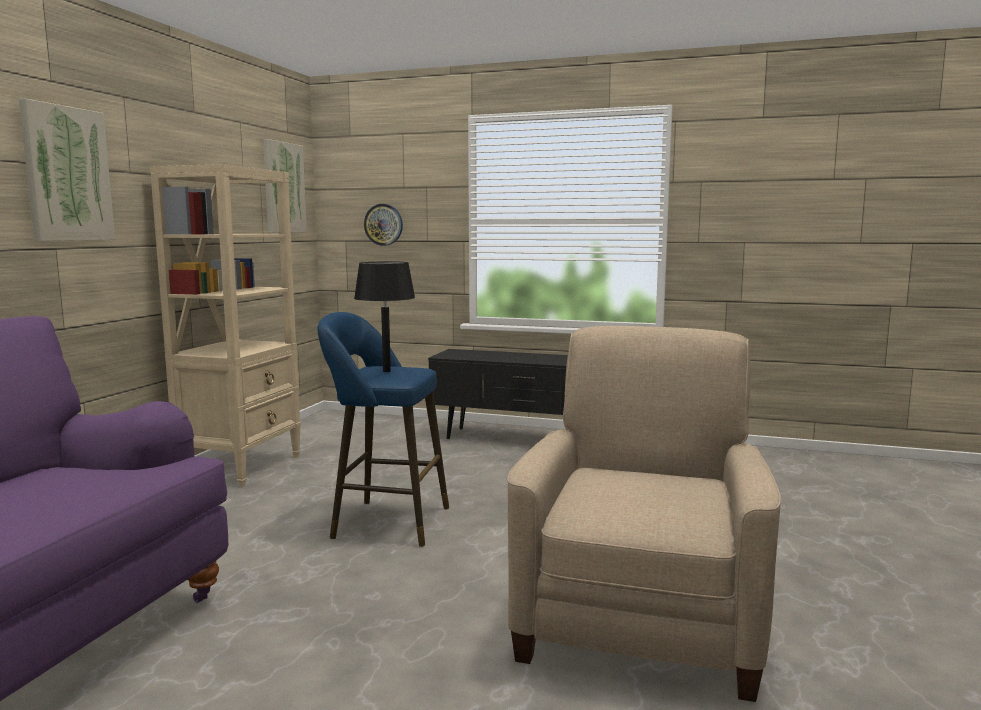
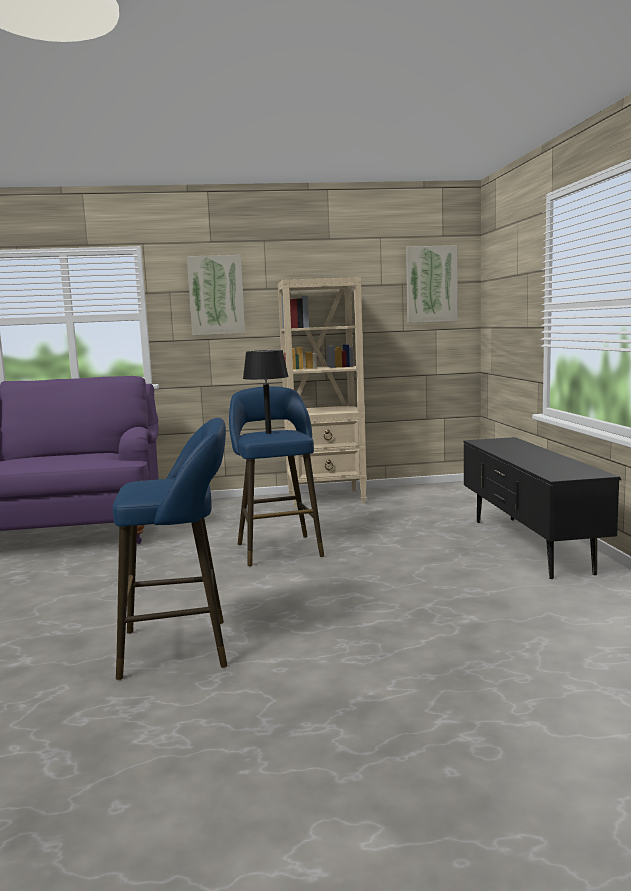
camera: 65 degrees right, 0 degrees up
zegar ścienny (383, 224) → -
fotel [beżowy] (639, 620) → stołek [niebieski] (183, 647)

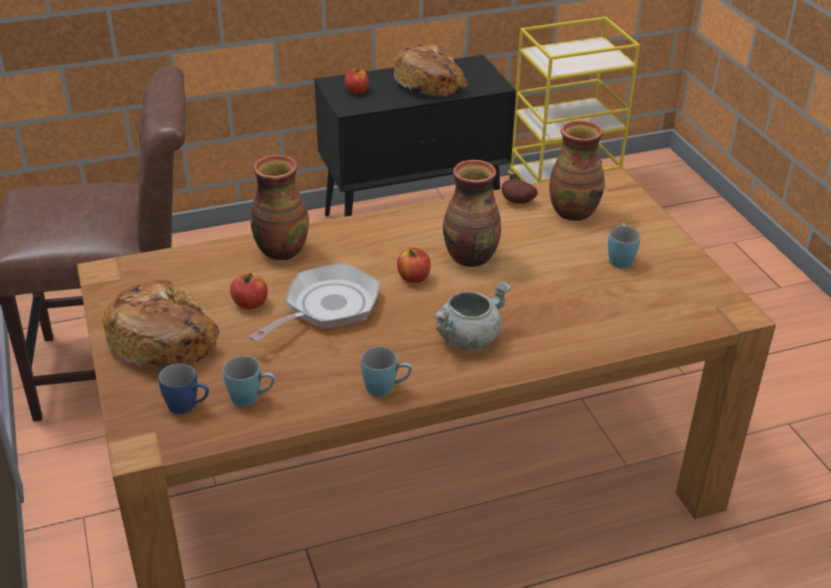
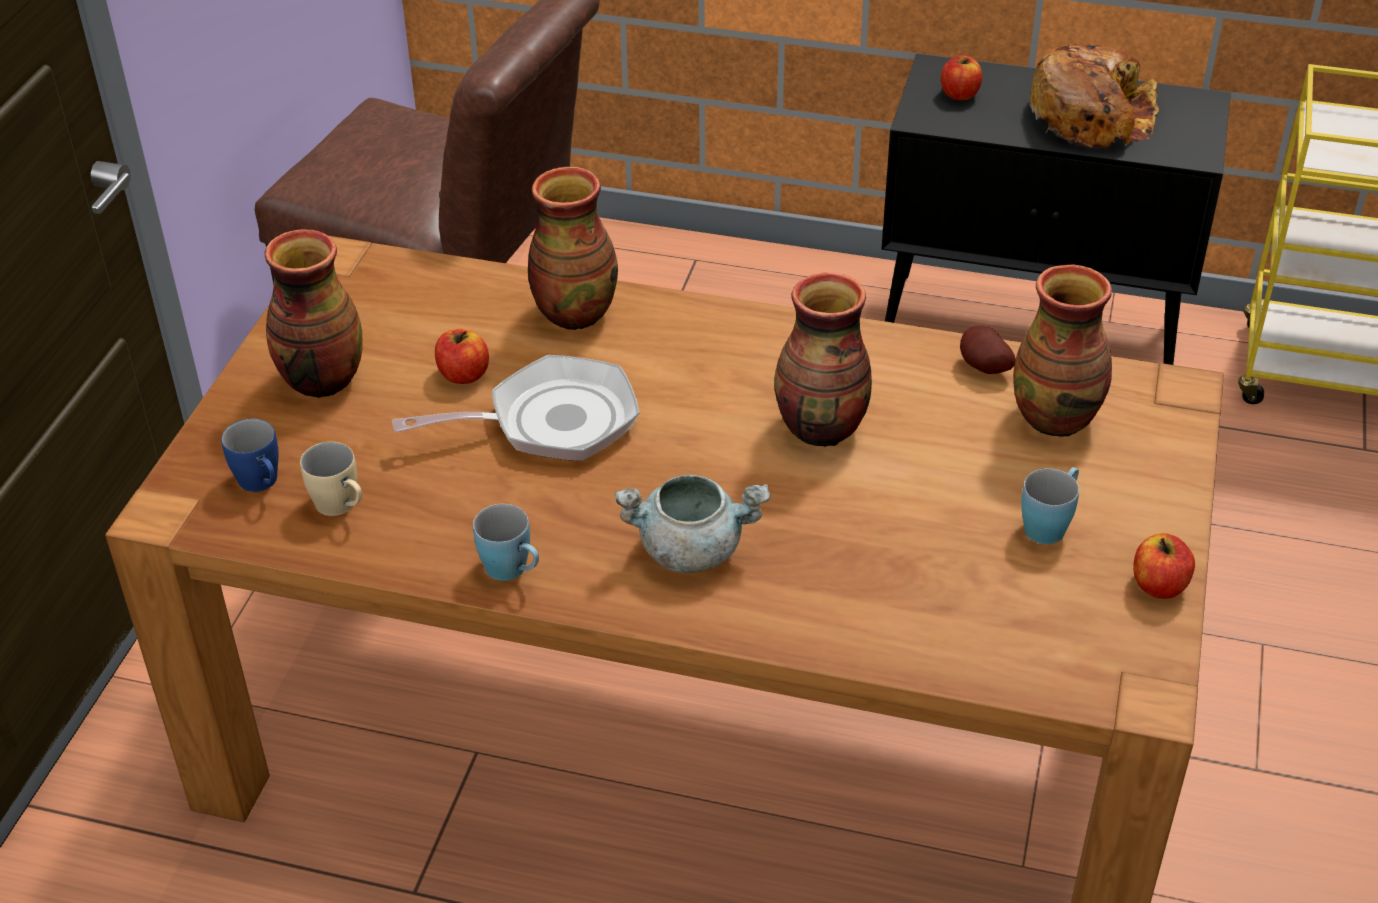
camera: 35 degrees right, 5 degrees up
chleb (165, 339) → wazon (320, 380)
kubek [niebieski] (252, 398) → kubek [beżowy] (342, 507)
jabłko (414, 278) → jabłko (1159, 585), relocated

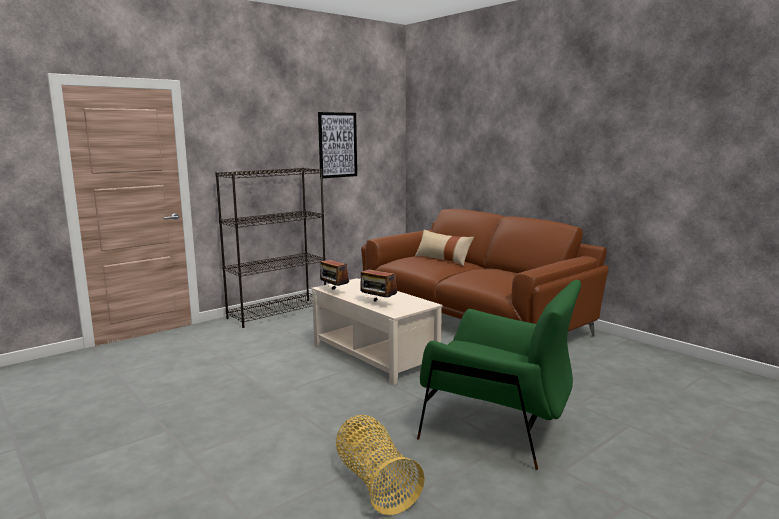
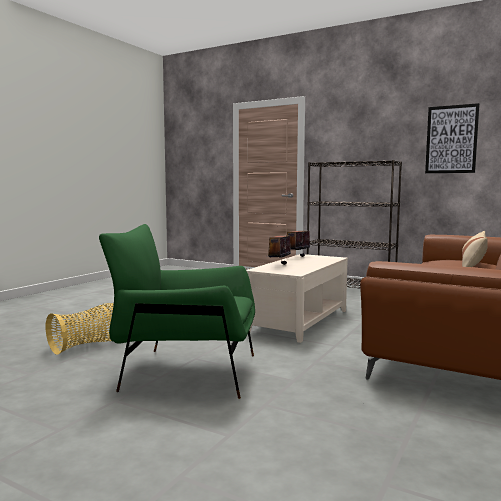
camera: 70 degrees right, 5 degrees down
fotel [zielony] (497, 428) → fotel [zielony] (186, 372), 90 degrees clockwise

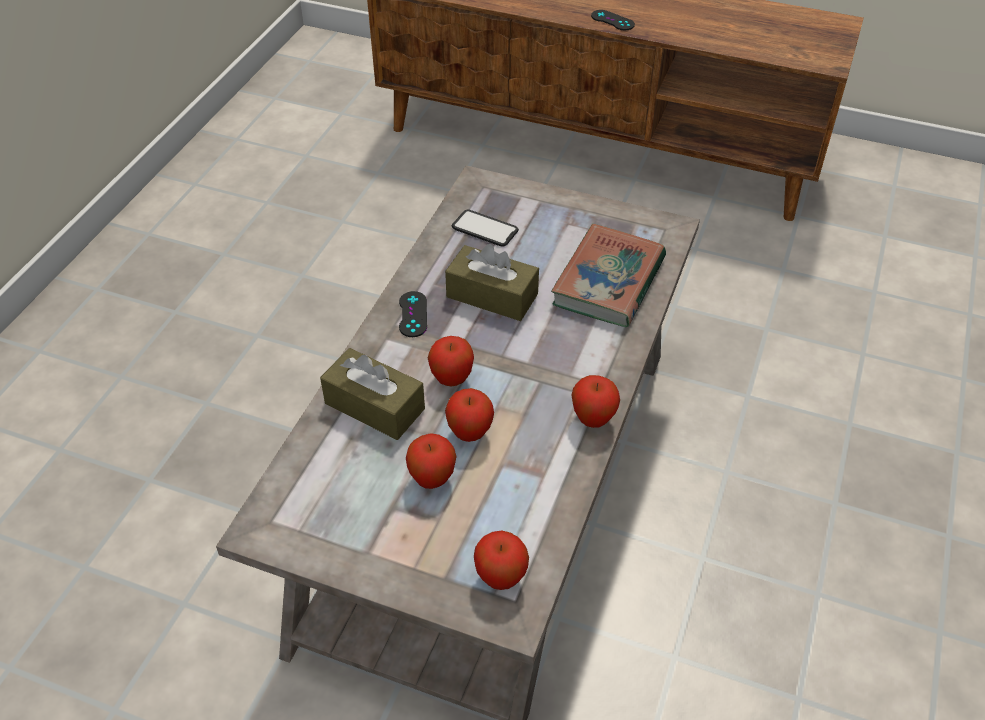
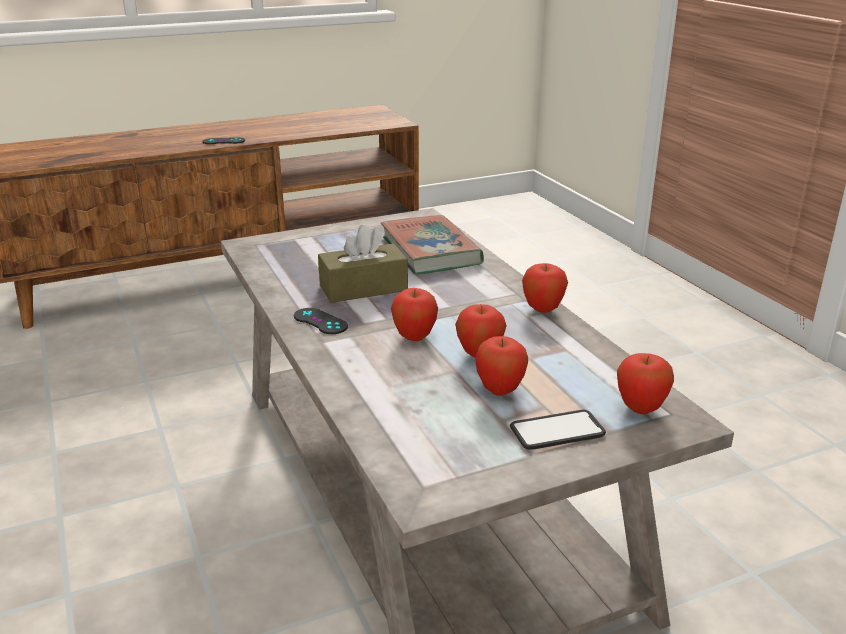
camera: 45 degrees left, 20 degrees down
pudełko chusteczek [brązowy] (374, 406) → -
telefon (485, 229) → telefon (557, 431), relocated

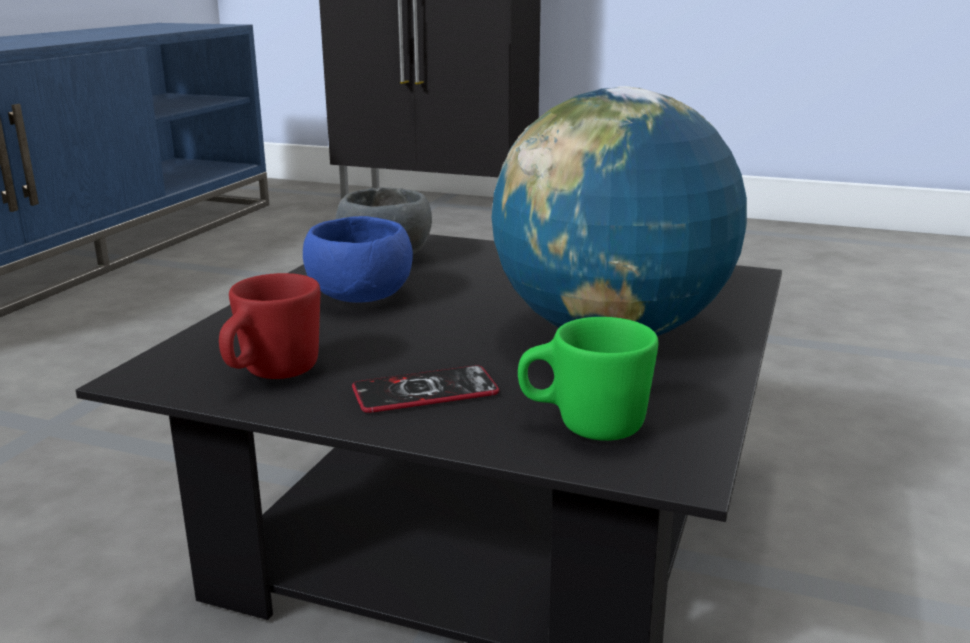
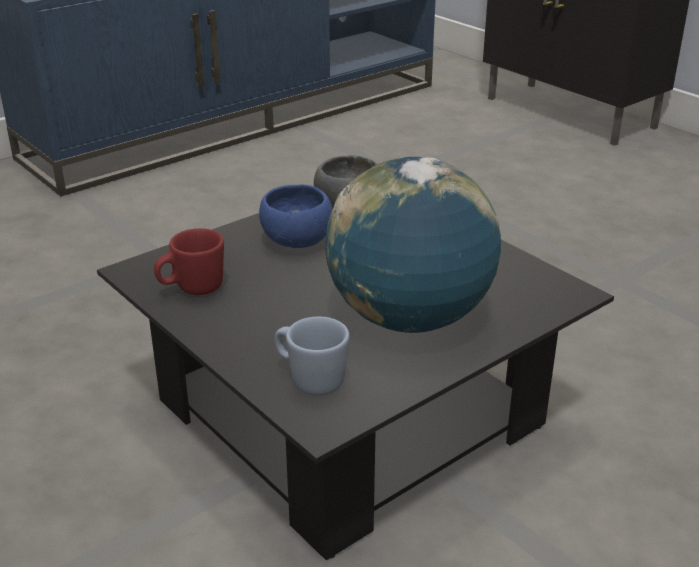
camera: 30 degrees right, 10 degrees up
telefon (425, 392) → -
kubek [zielony] (584, 426) → kubek [niebieski] (310, 380)

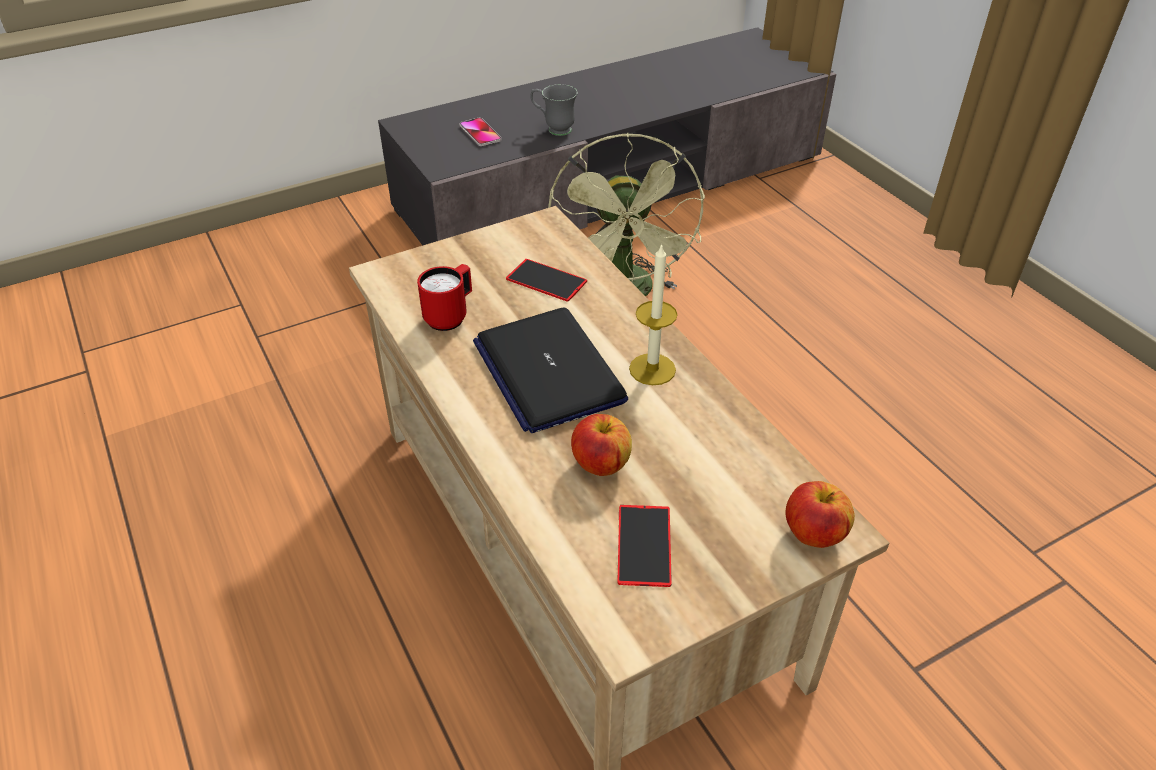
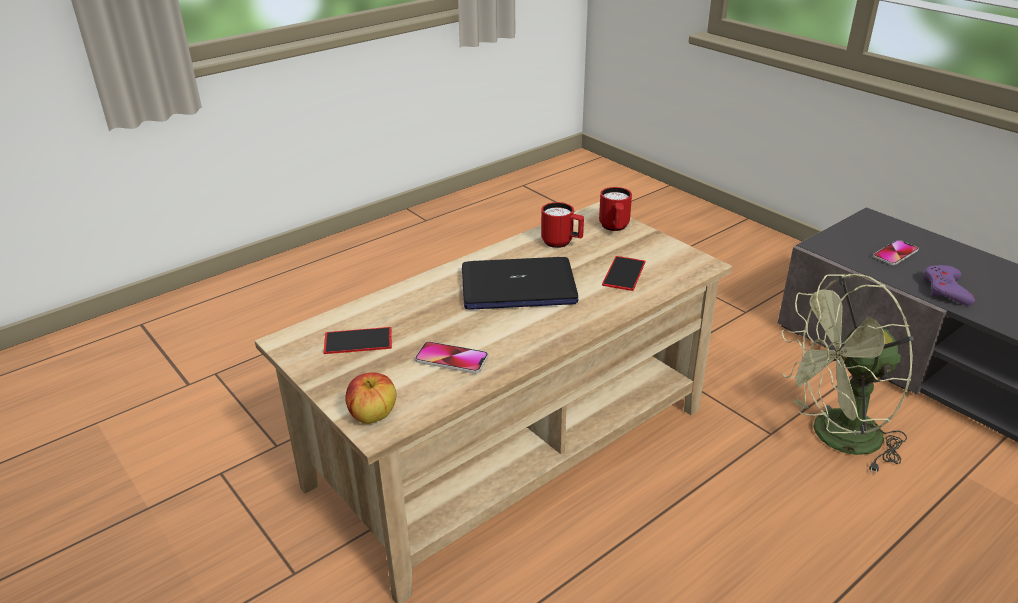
camera: 80 degrees right, 10 degrees down
laptop (548, 371) → laptop (517, 286), 150 degrees counterclockwise
kubek [szary] (554, 129) → pad do gier [fioletowy] (946, 289)
jabłko (600, 464) → -
świeca (652, 369) → -
- → telefon (451, 359)
- → kubek [czerwony] (614, 228)

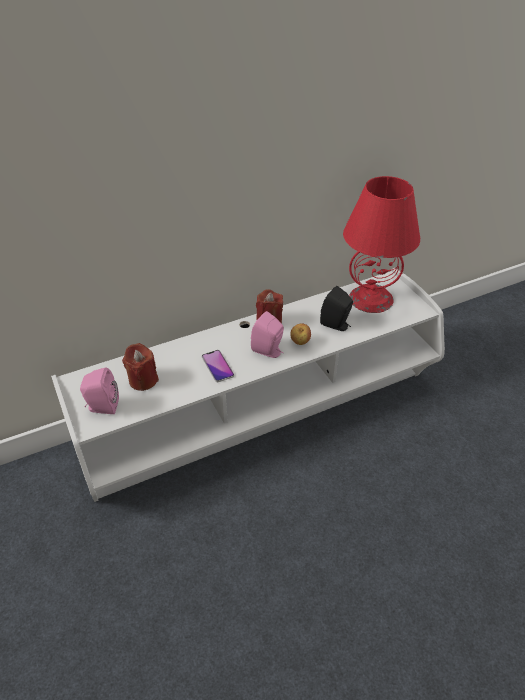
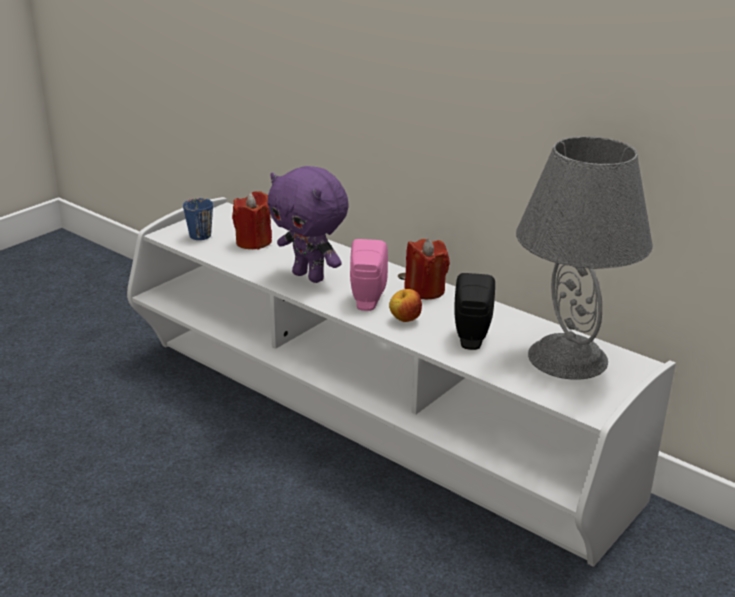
camera: 65 degrees right, 15 degrees down
głośnik [różowy] (102, 407) → kubek [niebieski] (198, 233)
telefon (217, 366) → pluszak [fioletowy] (310, 276)
lampa stołowa [czerwony] (371, 298) → lampa stołowa [szary] (569, 358)

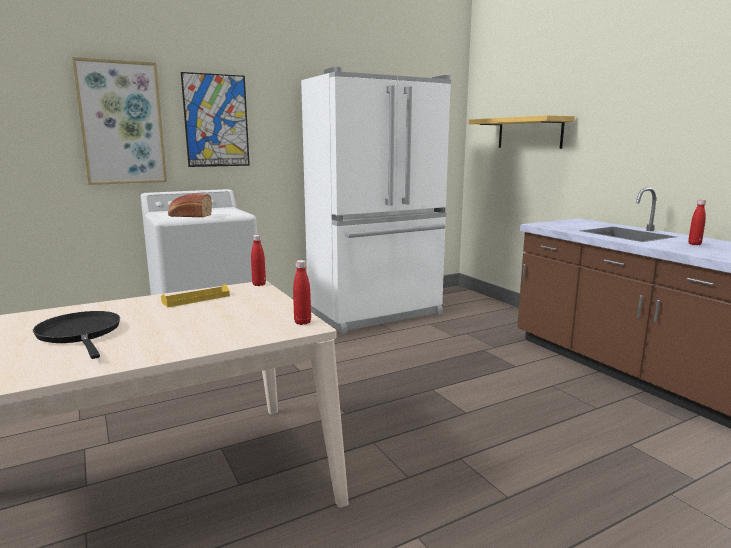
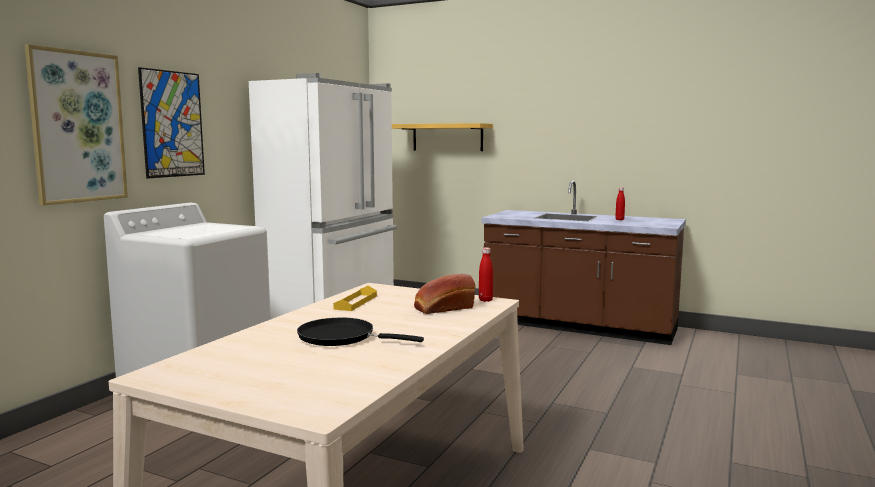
camera: 35 degrees left, 5 degrees down
chleb (189, 216) → chleb (443, 308), relocated
butelka [czerwony] (259, 284) → -

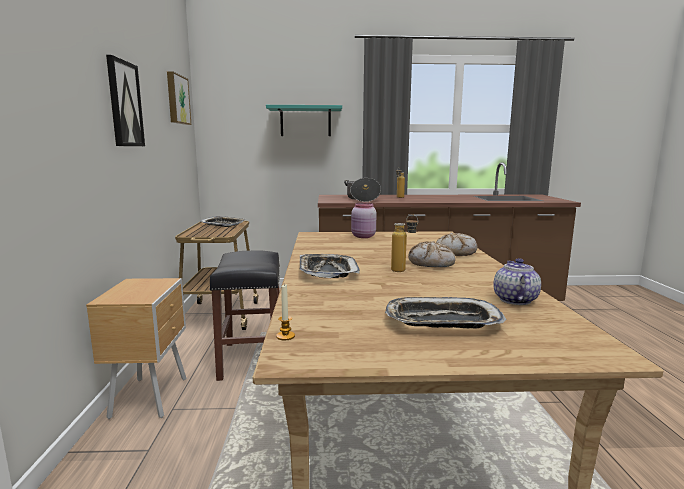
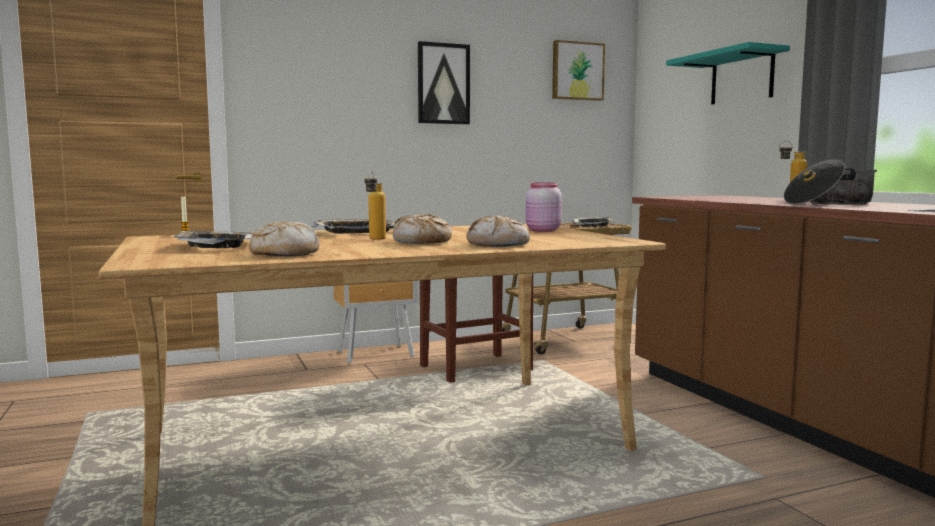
camera: 70 degrees right, 5 degrees down
garnek (362, 199) → garnek (828, 203), relocated
imbryk (514, 300) → chleb (284, 254)

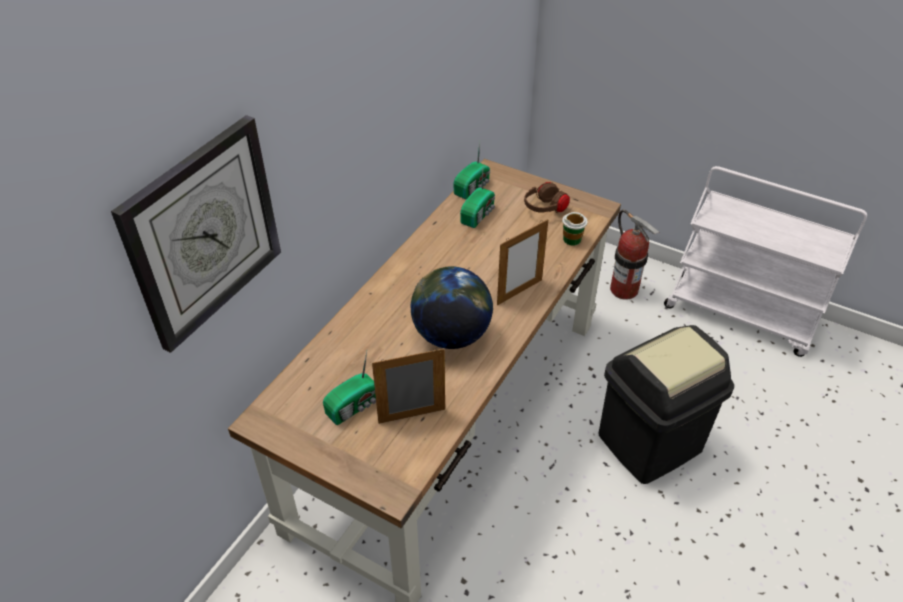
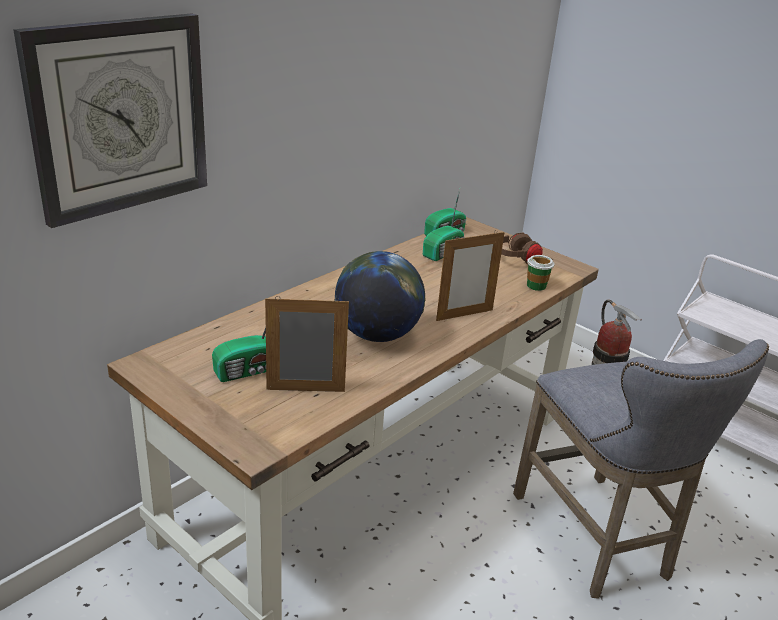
camera: 10 degrees right, 15 degrees down
kosz na śmieci [czarny] (650, 443) → stołek [szary] (597, 540)

